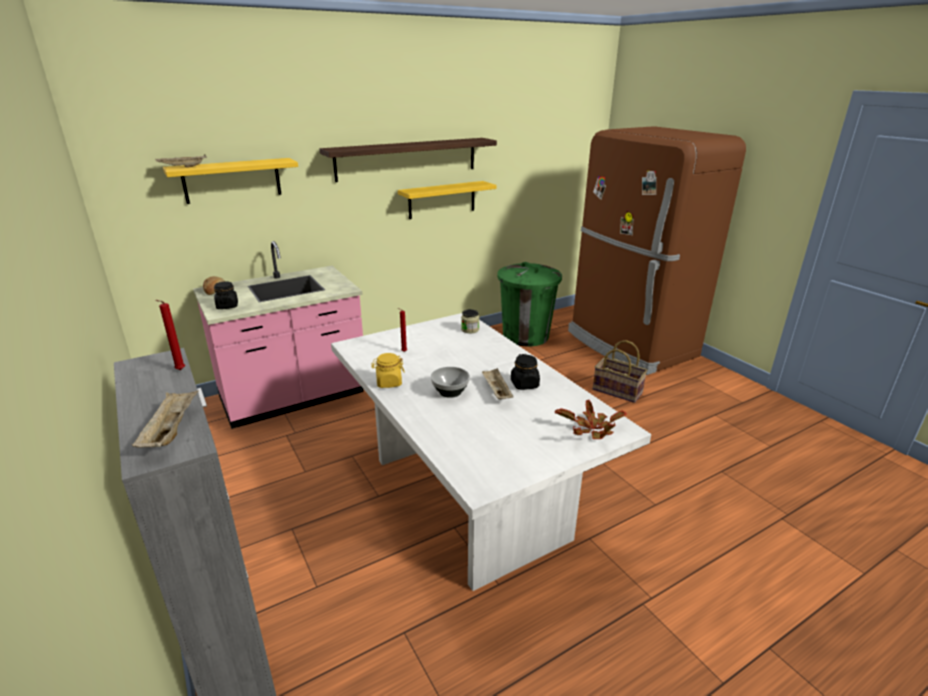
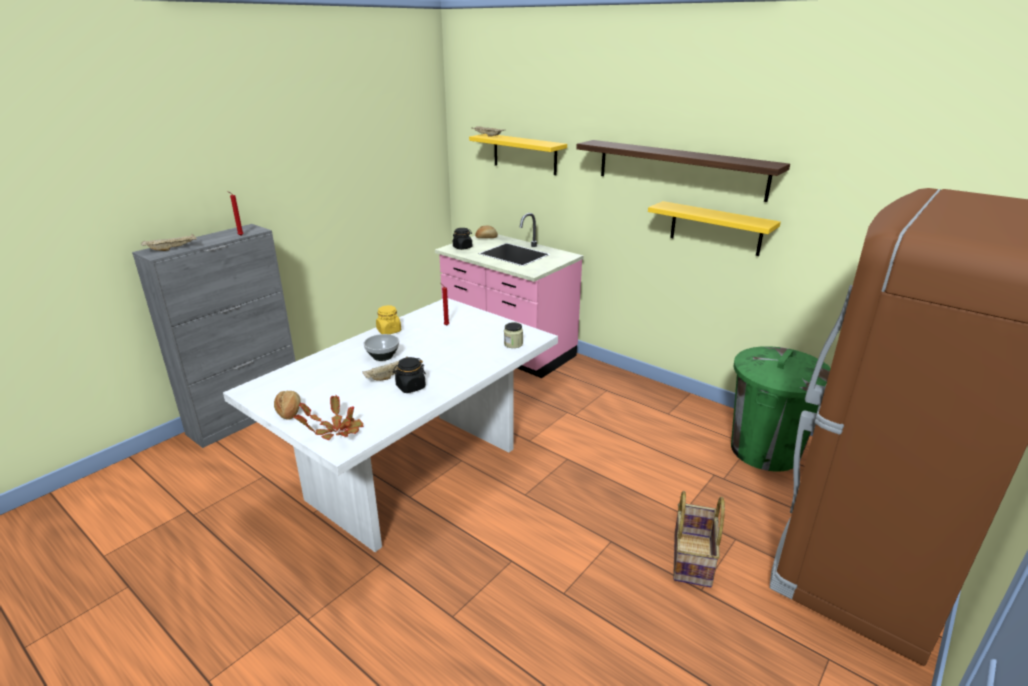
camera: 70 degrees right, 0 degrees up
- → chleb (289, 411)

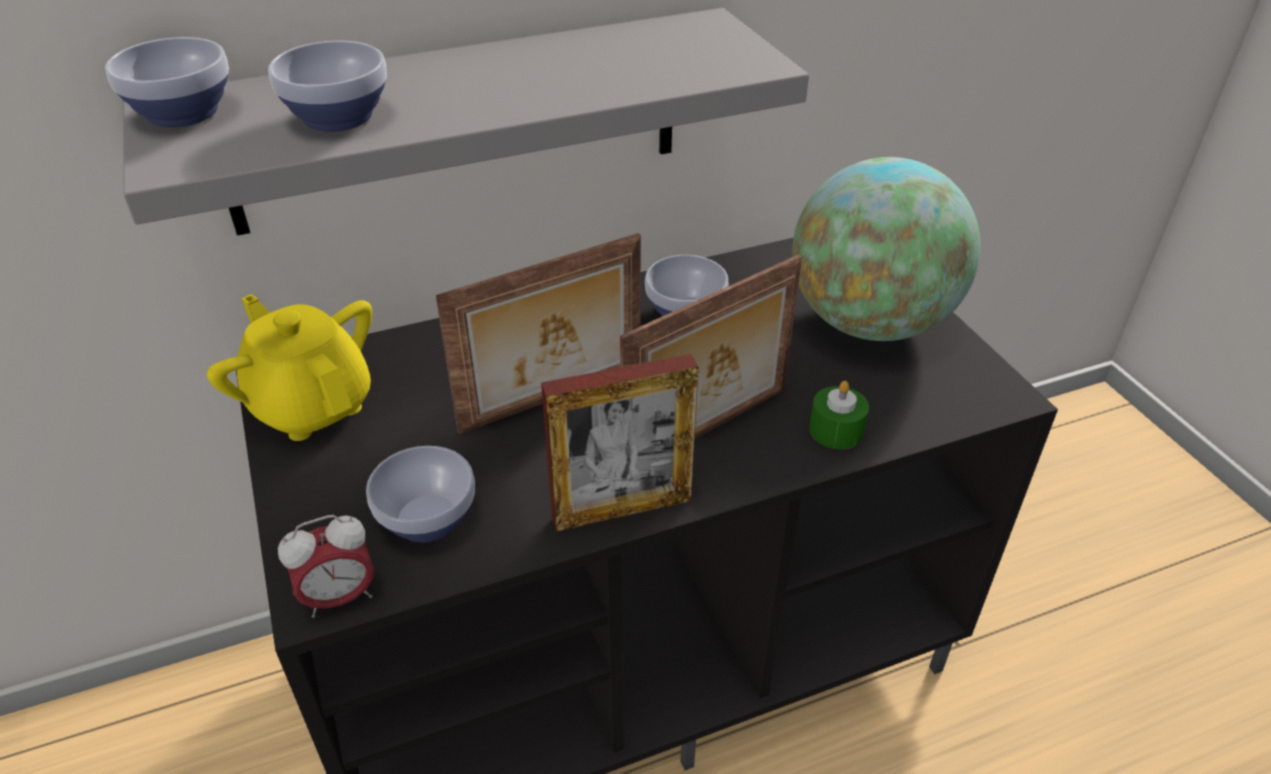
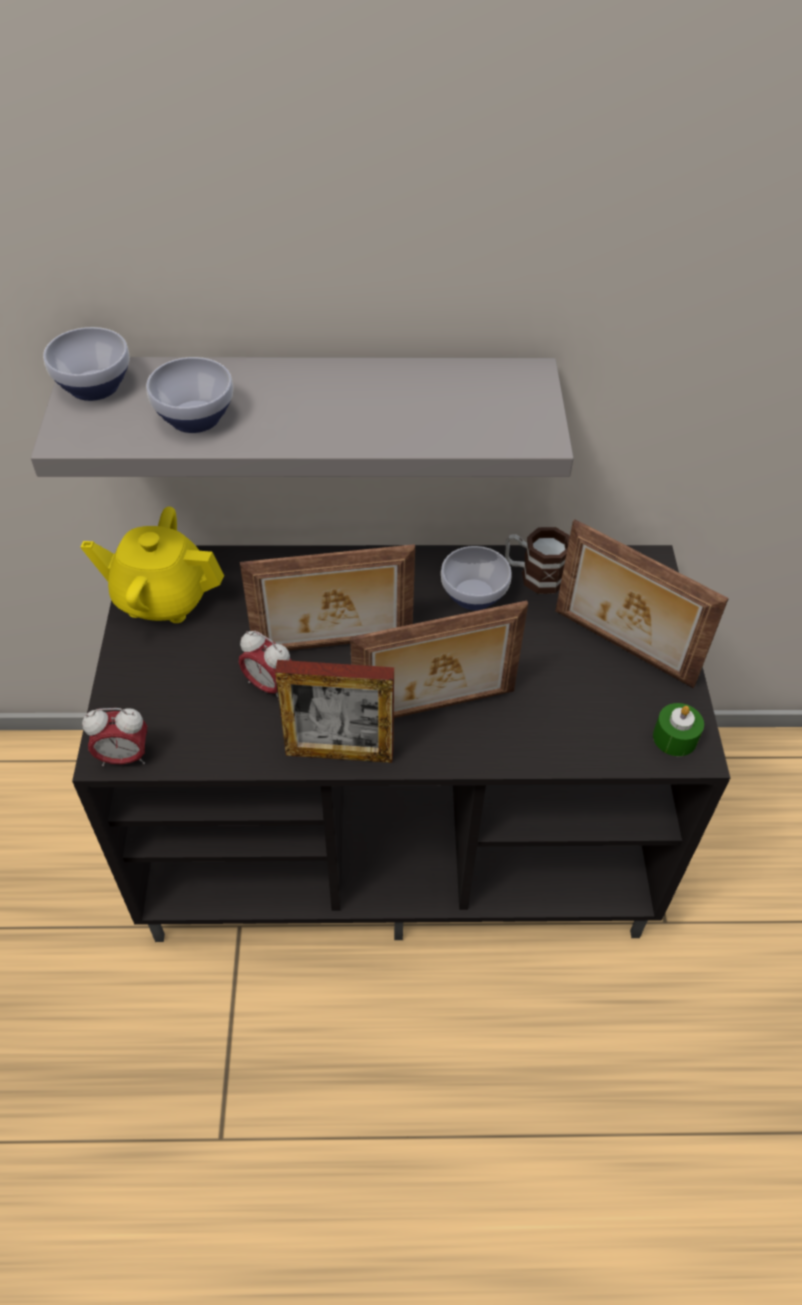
camera: 20 degrees right, 10 degrees up
imbryk [żółty] (312, 405) → imbryk [żółty] (162, 598), 60 degrees counterclockwise
miska (428, 517) → -
globus (870, 322) → ramka na zdjęcie (621, 649)
świeca [zielony] (836, 430) → świeca [zielony] (675, 737), relocated
- → budzik (269, 685)
- → kubek (533, 575)

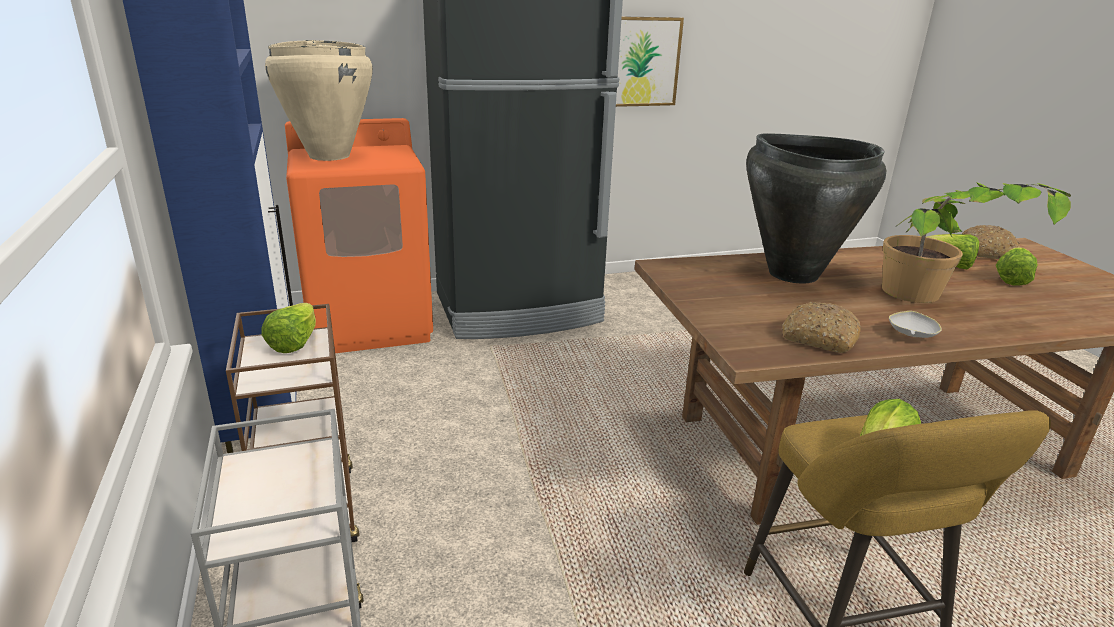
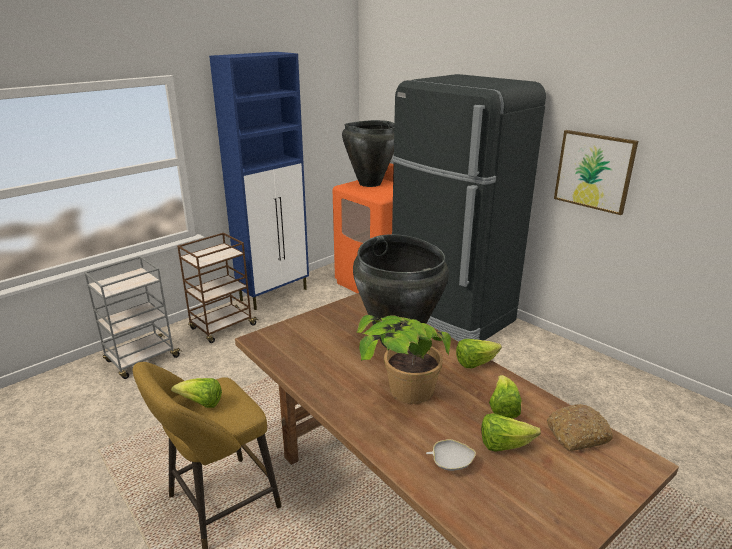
camera: 65 degrees right, 0 degrees up
sałata (294, 343) → sałata (475, 363), relocated
wazon [beżowy] (329, 156) → wazon [czarny] (370, 183)
chleb (818, 338) → -
miska [biały] (911, 335) → miska [biały] (450, 462), relocated

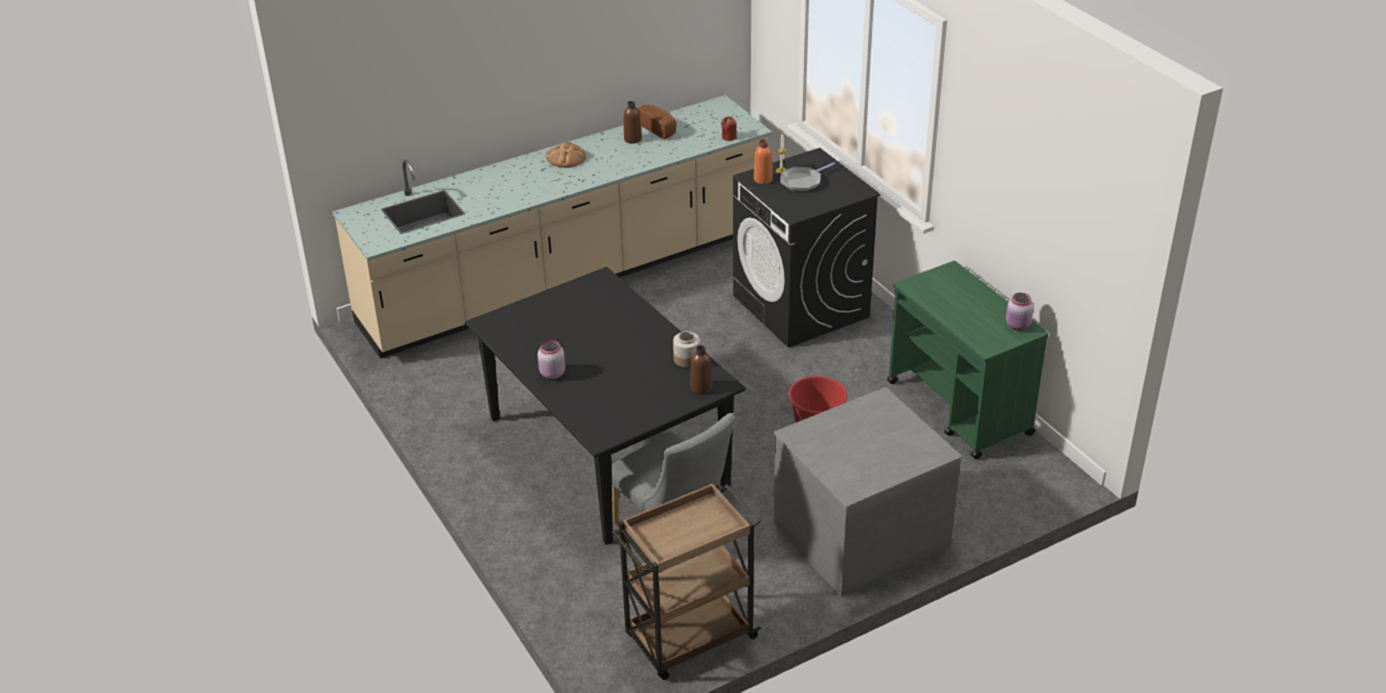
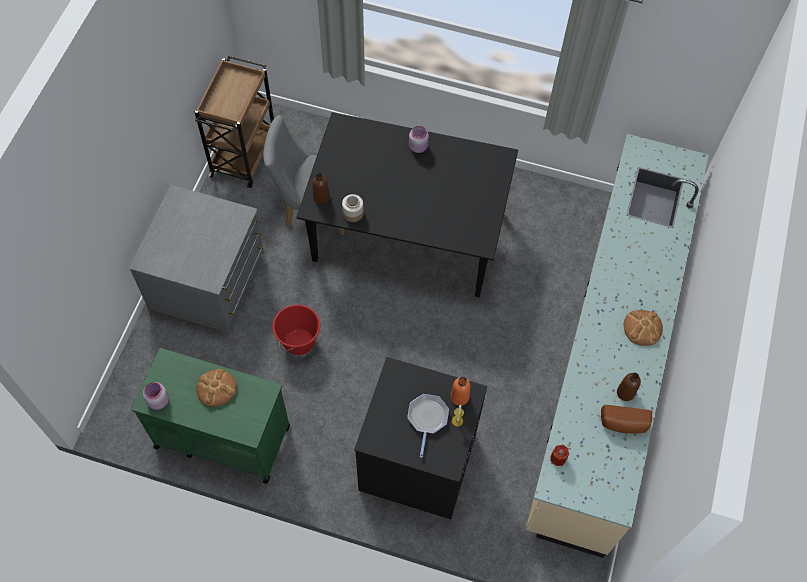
camera: 135 degrees right, 25 degrees up
- → chleb (216, 388)

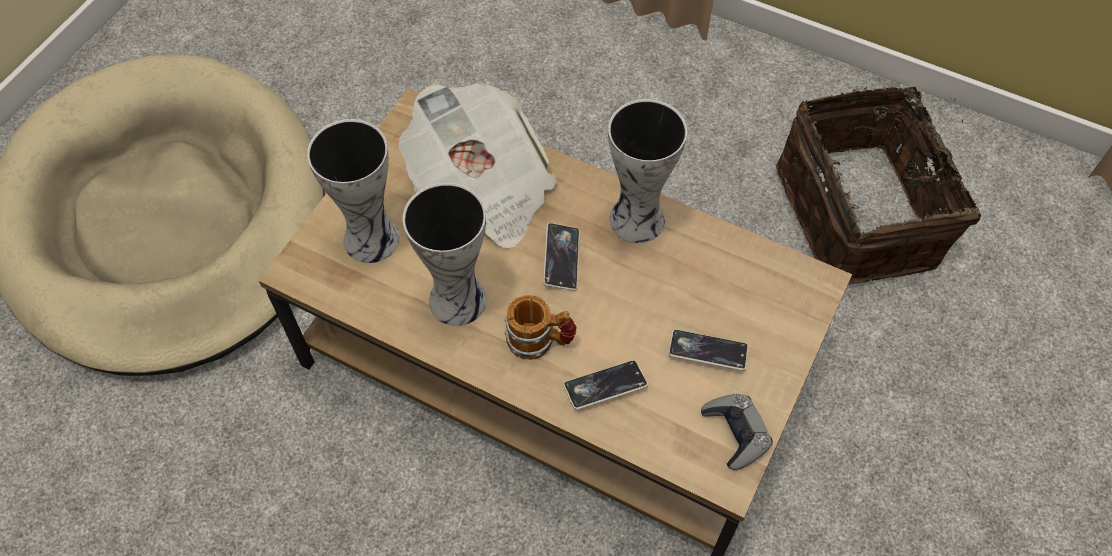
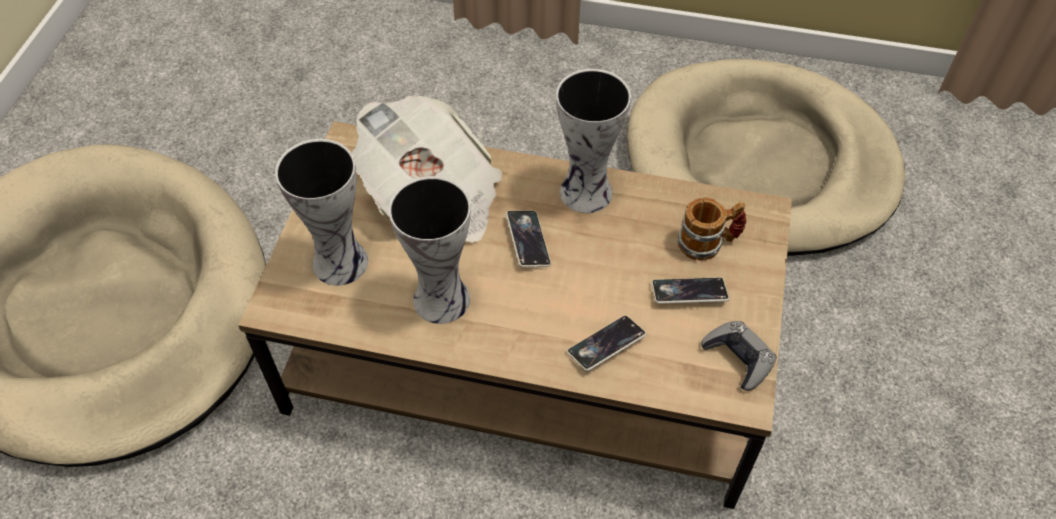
camera: 15 degrees left, 5 degrees down
kubek (540, 341) → kubek (708, 243), relocated
koszyk (861, 214) → legowisko [beżowy] (759, 164)

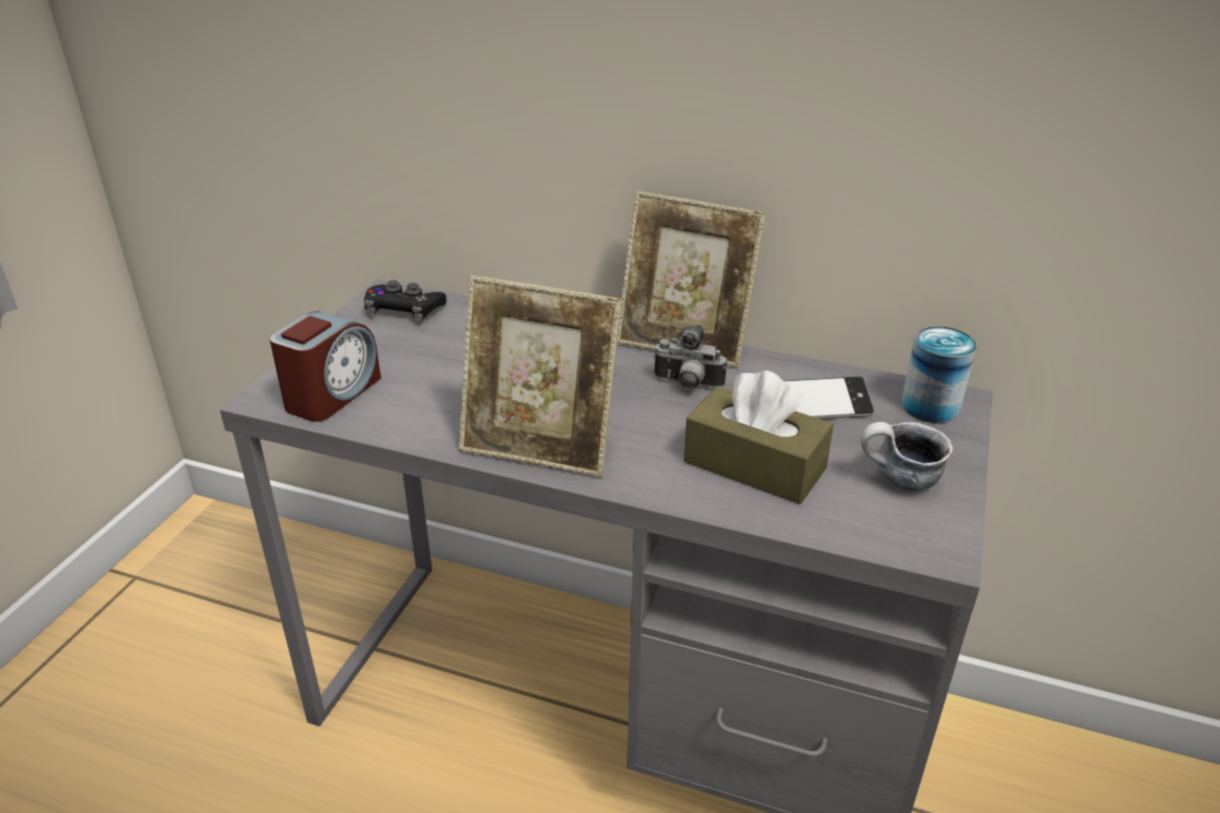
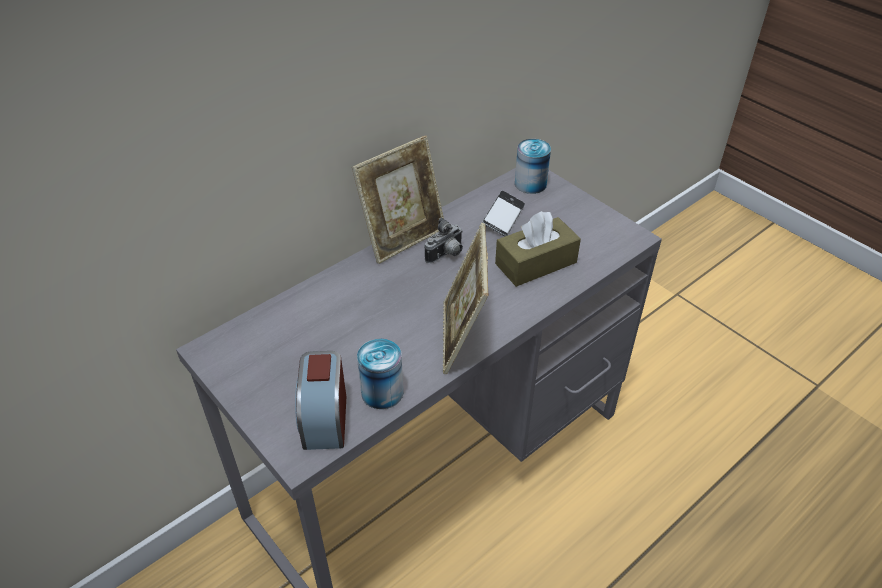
camera: 60 degrees left, 10 degrees up
budzik (332, 394) → budzik (324, 418), 150 degrees counterclockwise
pad do gier [czarny] (404, 310) → -
ramka na zdjęcie (539, 448) → ramka na zdjęcie (462, 338), 135 degrees clockwise
kubek (898, 482) → -
- → puszka (382, 392)

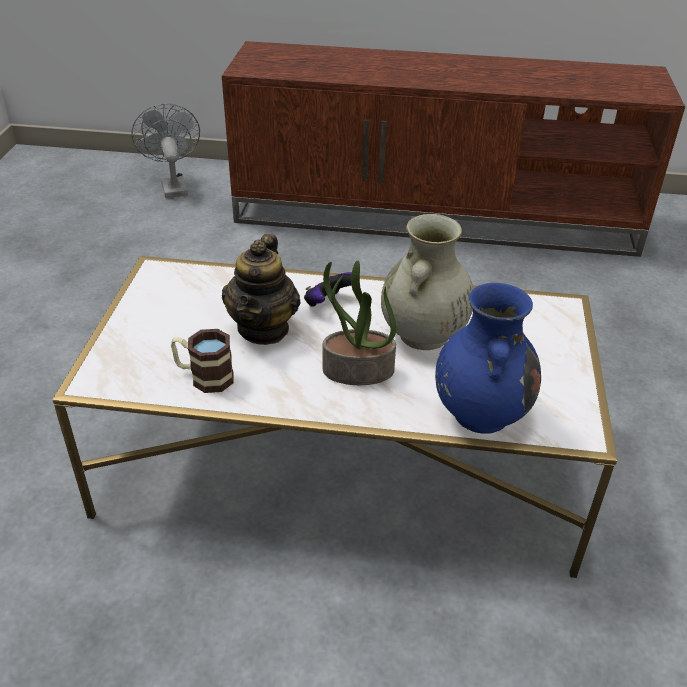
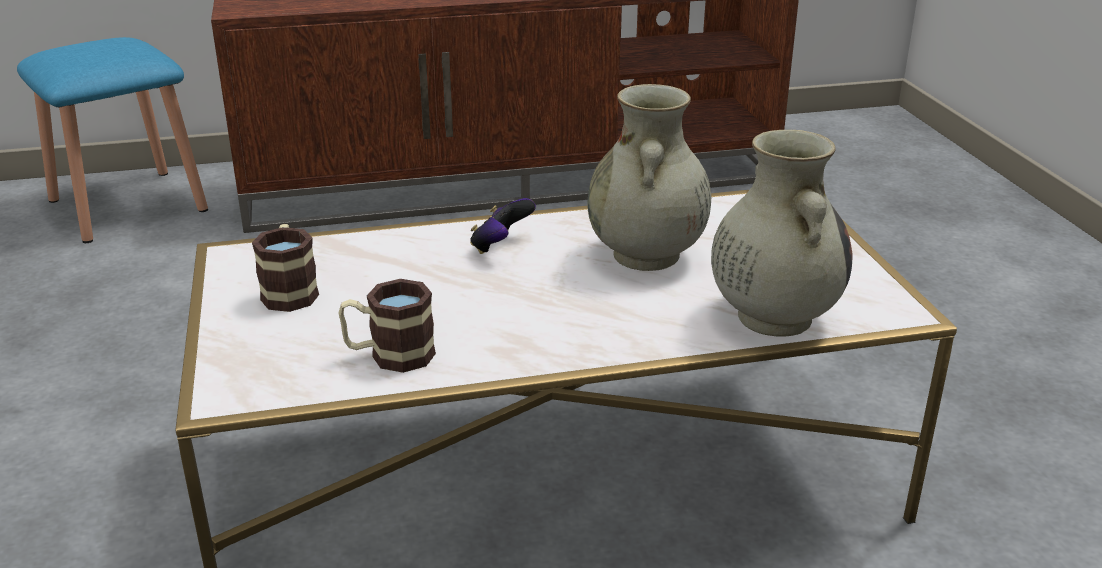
camera: 20 degrees left, 10 degrees down
wentylator [szary] (173, 185) → stołek [niebieski] (128, 205)
imbryk (264, 328) → -
roślina doniczkowa (357, 371) → -
wazon [niebieski] (480, 412) → wazon [beżowy] (773, 316)
- → kubek (290, 291)

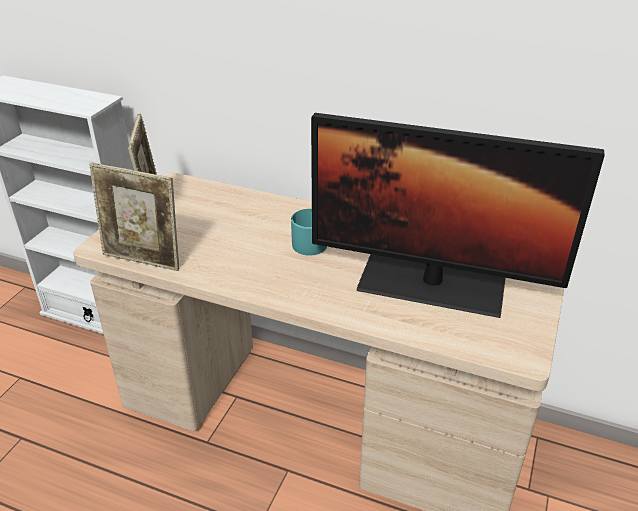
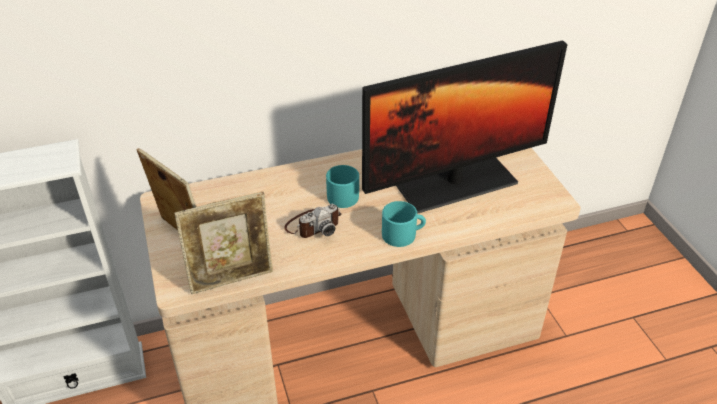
camera: 40 degrees left, 5 degrees up
- → aparat fotograficzny (313, 225)
- → kubek [turkusowy] (403, 234)

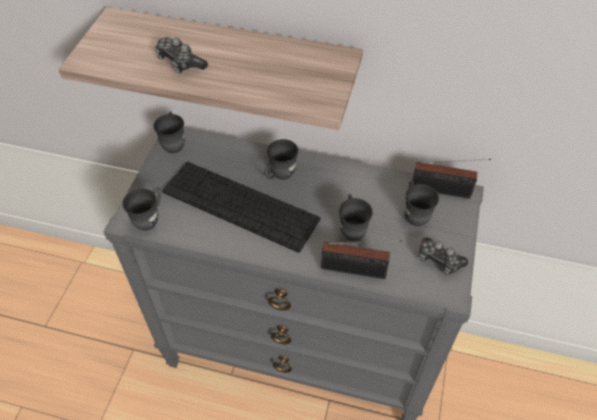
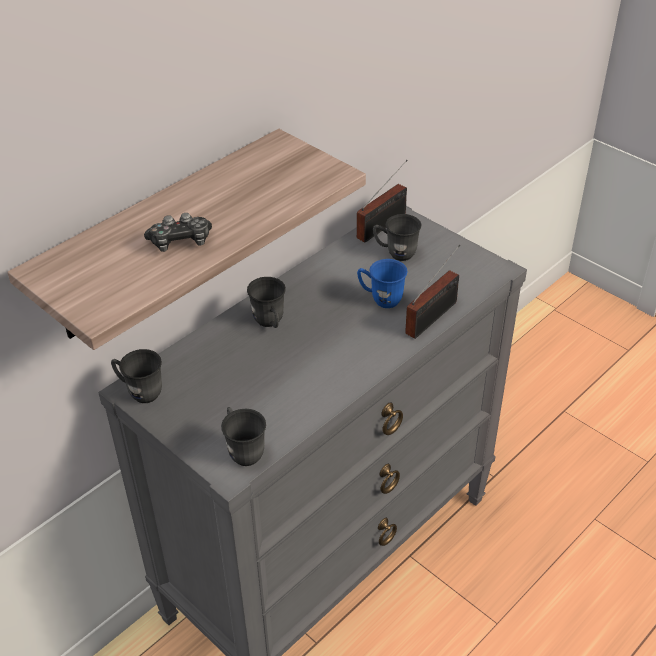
camera: 60 degrees left, 10 degrees down
klawiatura (240, 205) → -
kubek [szary] (352, 227) → kubek [niebieski] (380, 299)
pad do gier (439, 260) → -

